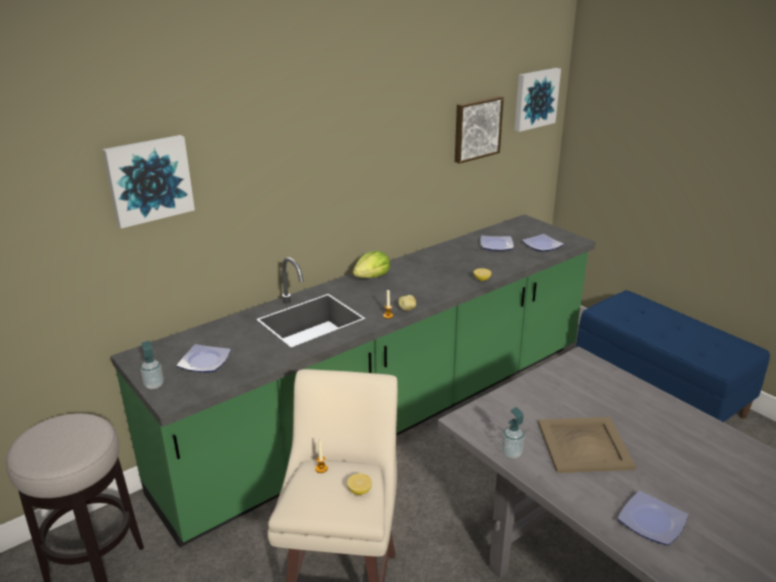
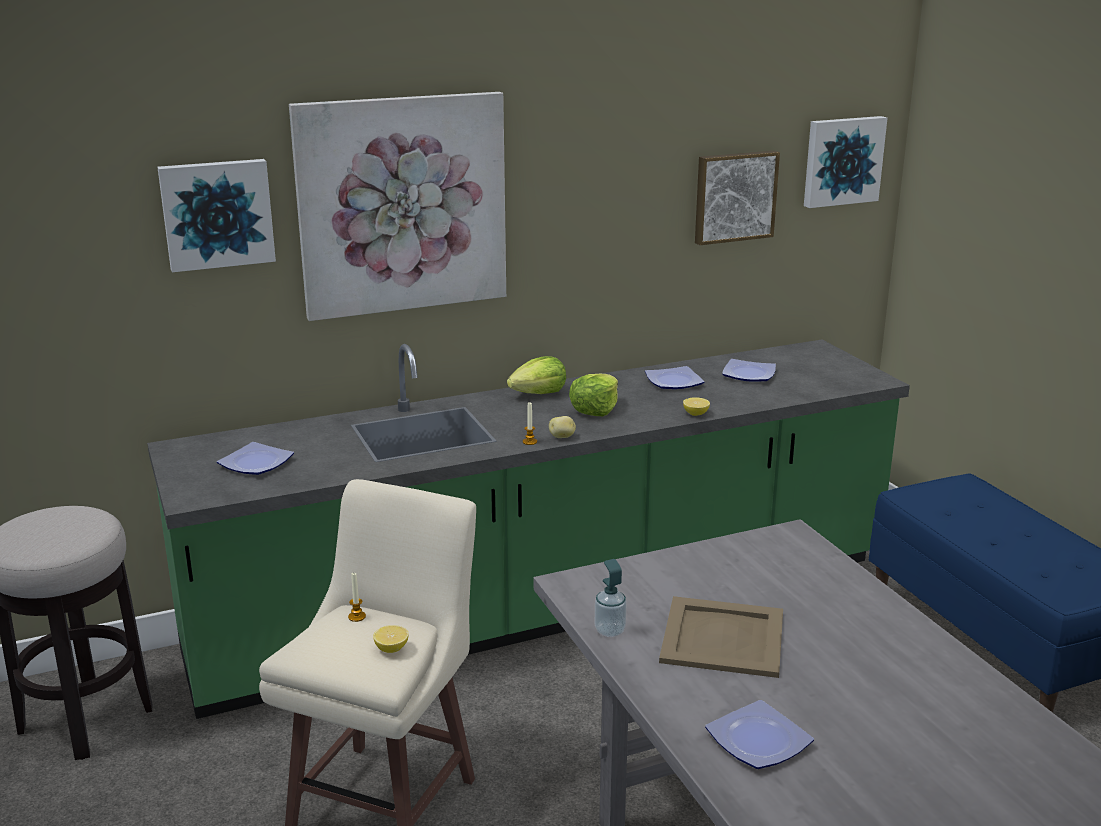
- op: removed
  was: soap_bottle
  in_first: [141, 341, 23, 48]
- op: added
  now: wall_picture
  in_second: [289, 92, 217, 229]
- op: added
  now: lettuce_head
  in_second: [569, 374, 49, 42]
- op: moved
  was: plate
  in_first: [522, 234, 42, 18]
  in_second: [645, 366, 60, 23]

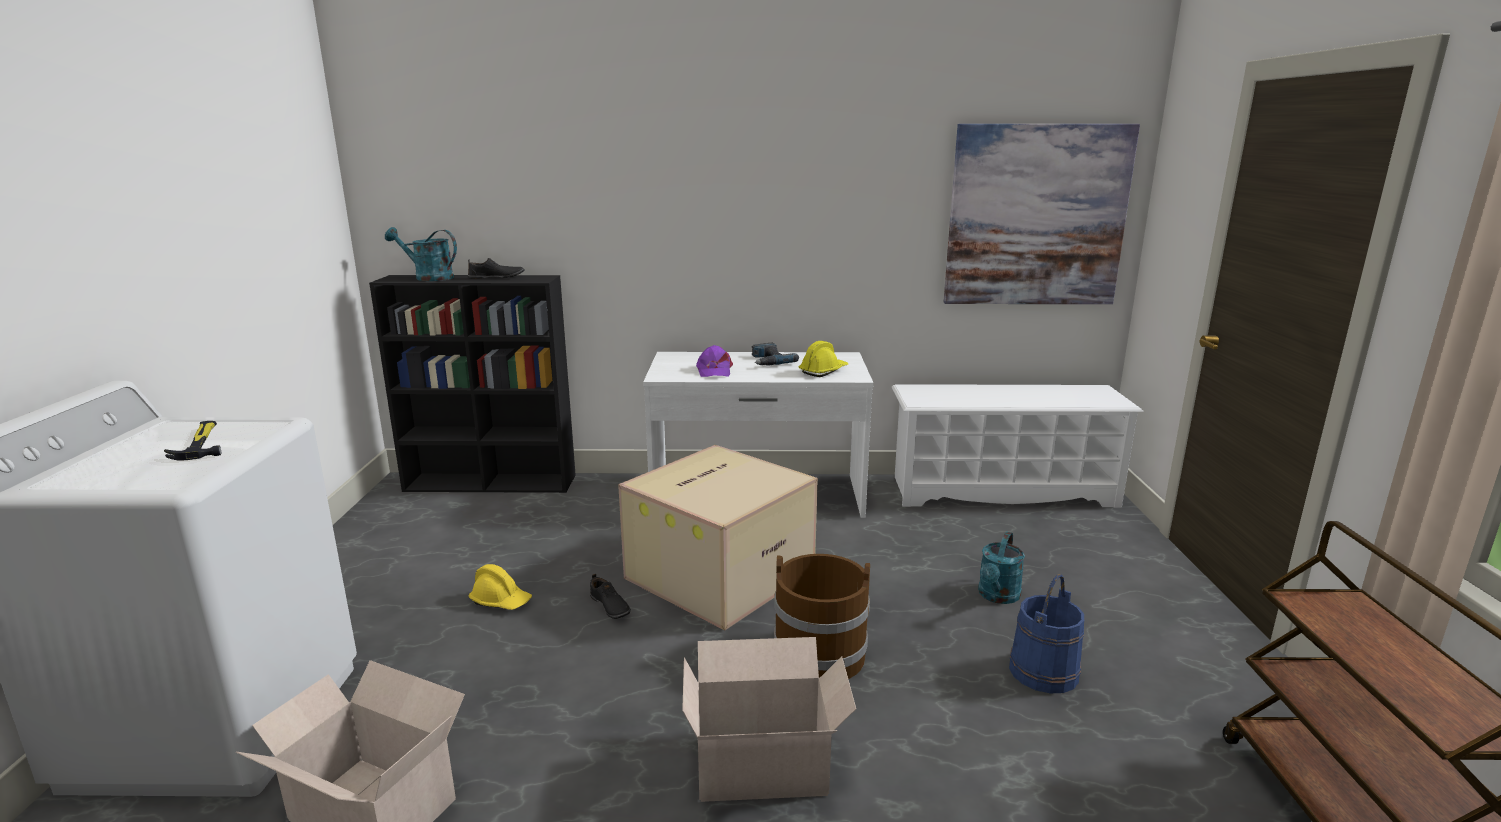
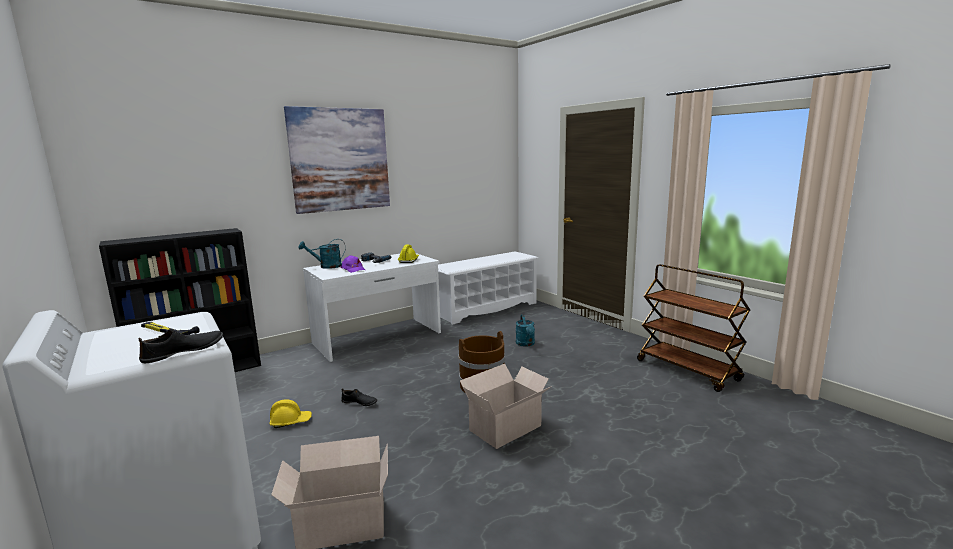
- op: removed
  was: carton
  in_first: [618, 445, 200, 185]
- op: removed
  was: bluish_bucket
  in_first: [1009, 574, 75, 119]
- op: moved
  was: blue-green_watering_pot
  in_first: [385, 227, 72, 54]
  in_second: [298, 239, 48, 30]
- op: moved
  was: black-coloured_item_of_footwear
  in_first: [468, 258, 56, 21]
  in_second: [139, 329, 84, 34]
- op: moved
  was: wall_picture
  in_first: [943, 124, 197, 180]
  in_second: [284, 106, 106, 108]

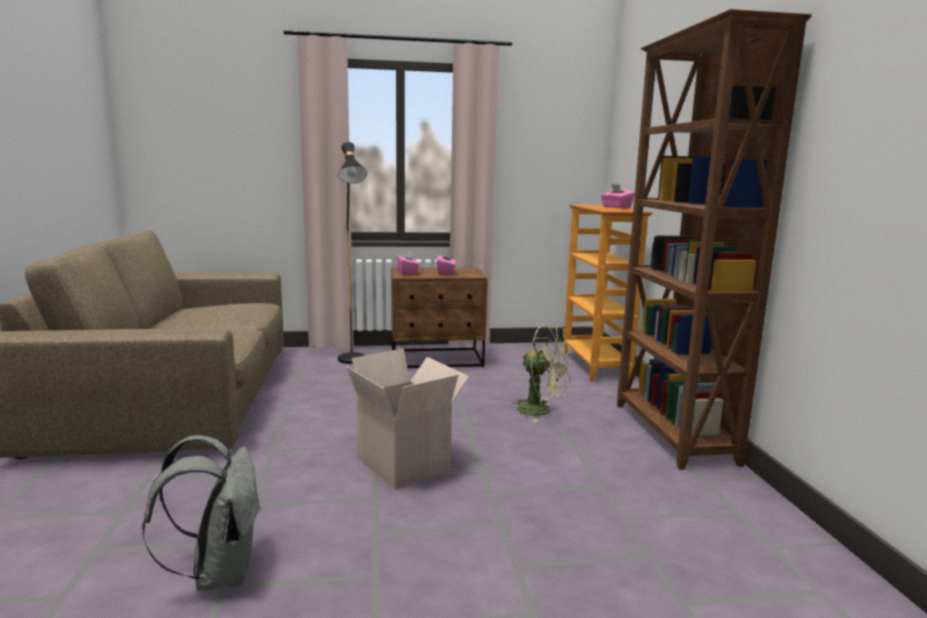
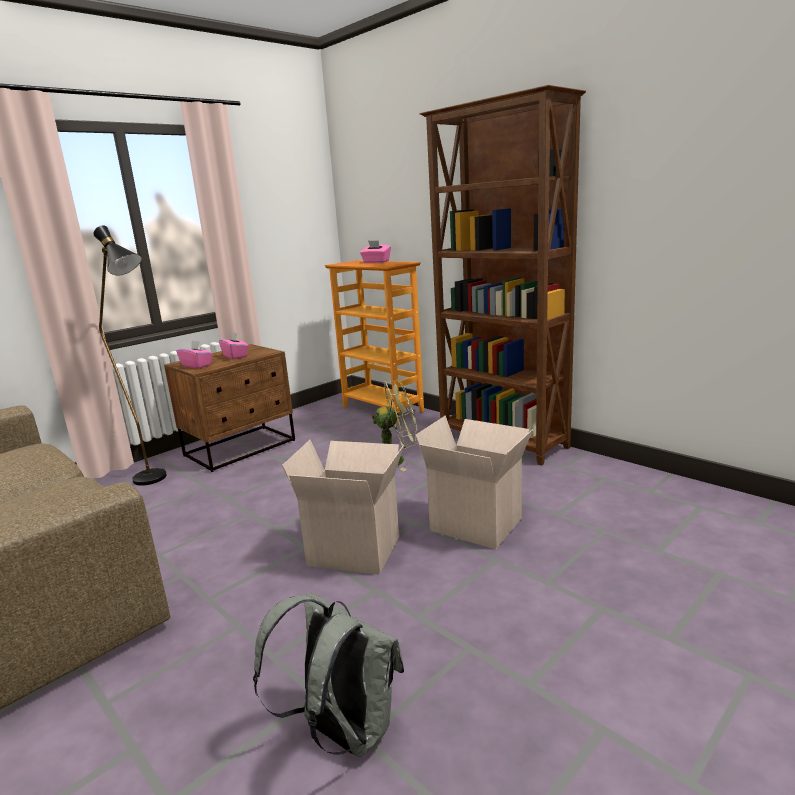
- op: added
  now: carton
  in_second: [415, 415, 118, 134]

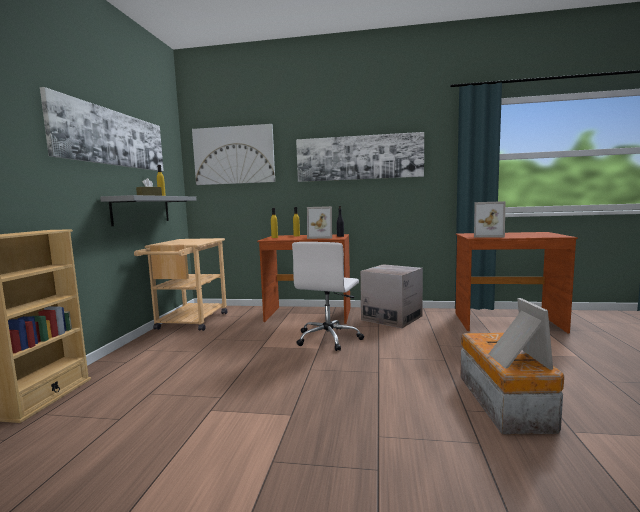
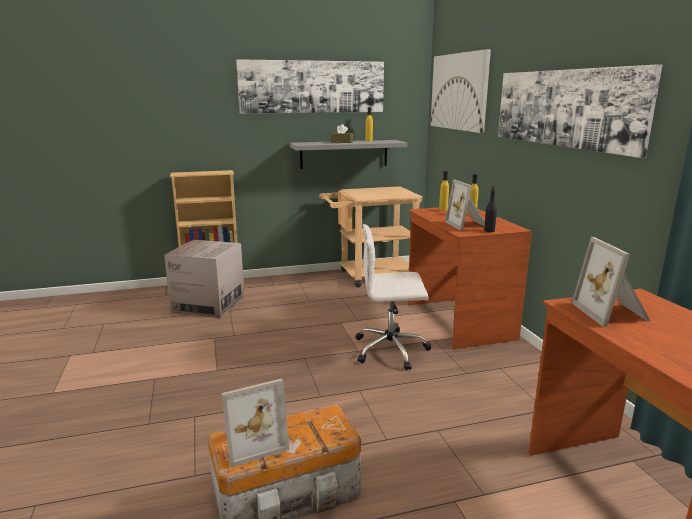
- op: moved
  was: carton
  in_first: [360, 264, 63, 64]
  in_second: [164, 240, 81, 78]

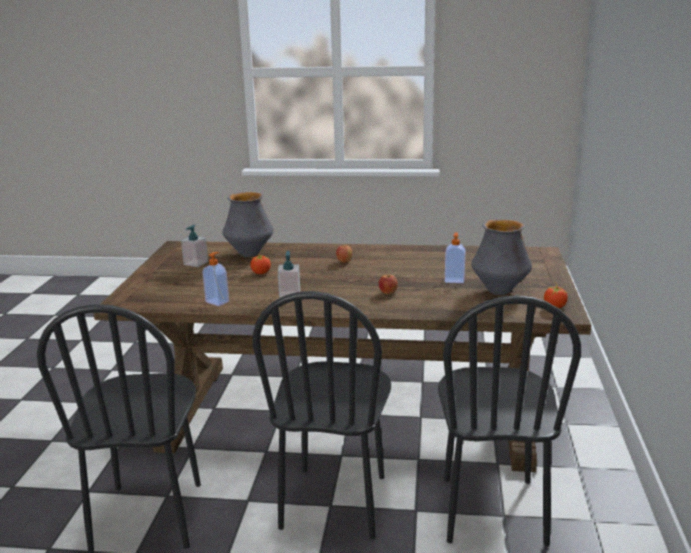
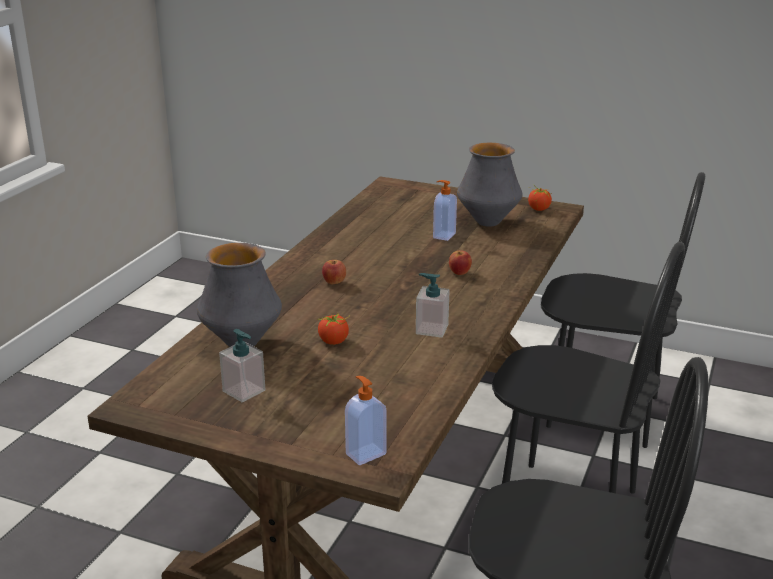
- op: moved
  was: soap_bottle
  in_first: [203, 252, 26, 54]
  in_second: [345, 376, 41, 89]

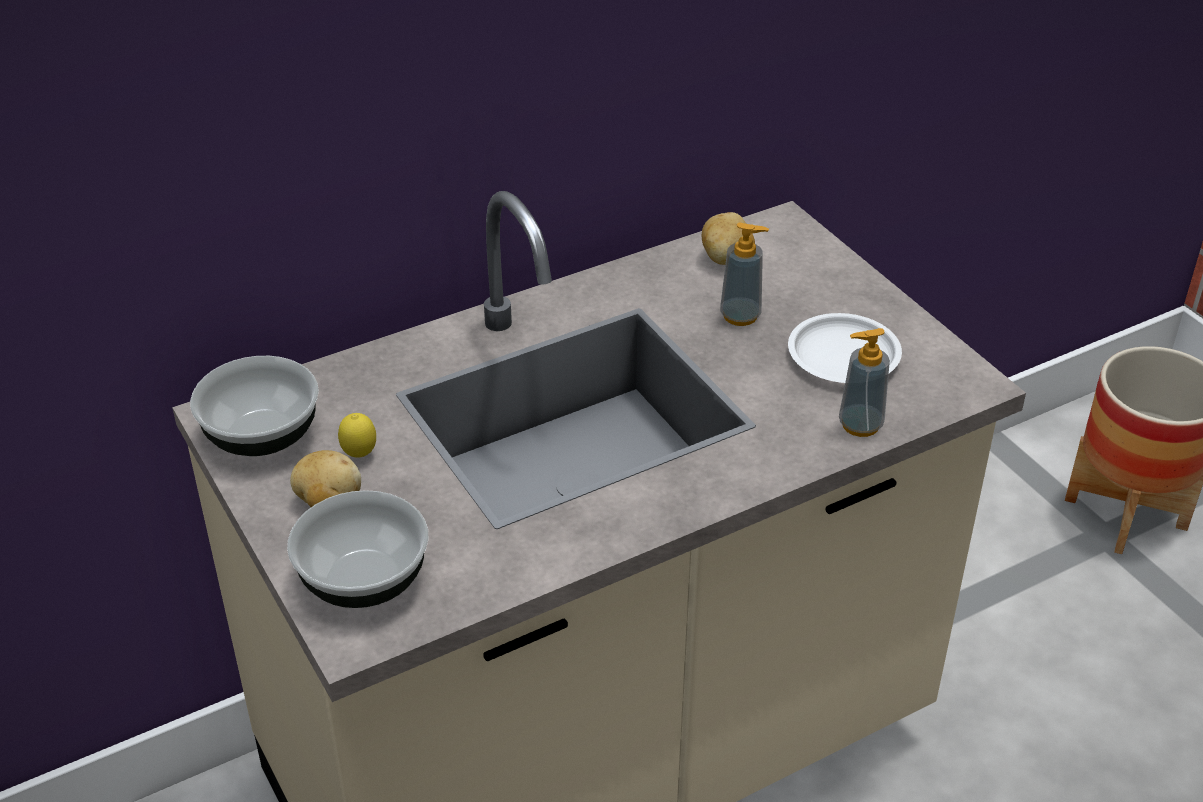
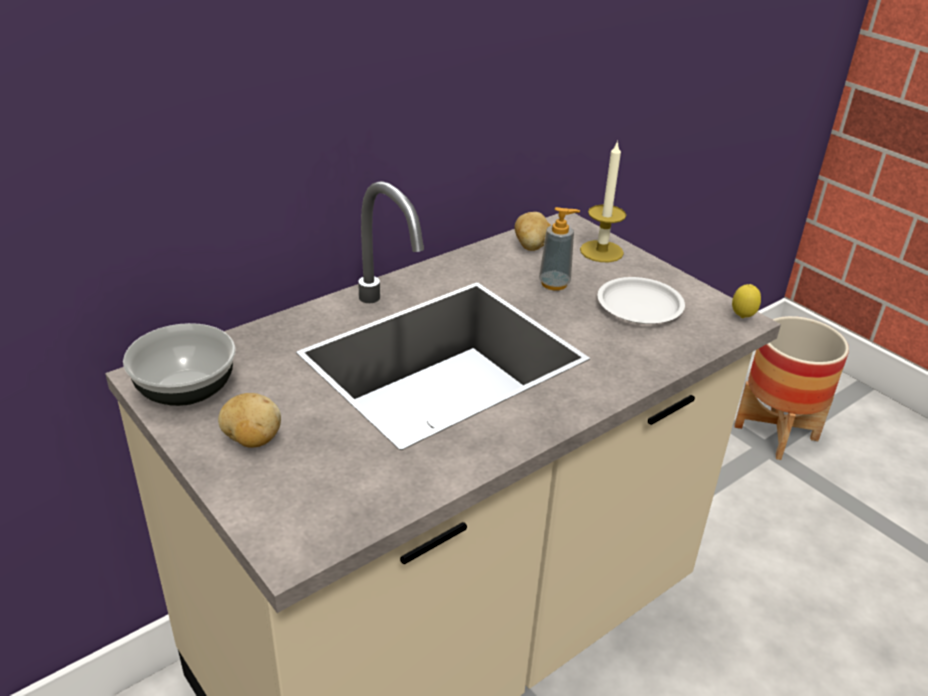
- op: removed
  was: serving_bowl
  in_first: [287, 490, 141, 118]
- op: removed
  was: soap_bottle
  in_first: [839, 328, 51, 109]
- op: added
  now: wax_candle
  in_second: [580, 140, 46, 122]
- op: moved
  was: citrus_fruit
  in_first: [338, 413, 38, 45]
  in_second: [732, 284, 29, 34]

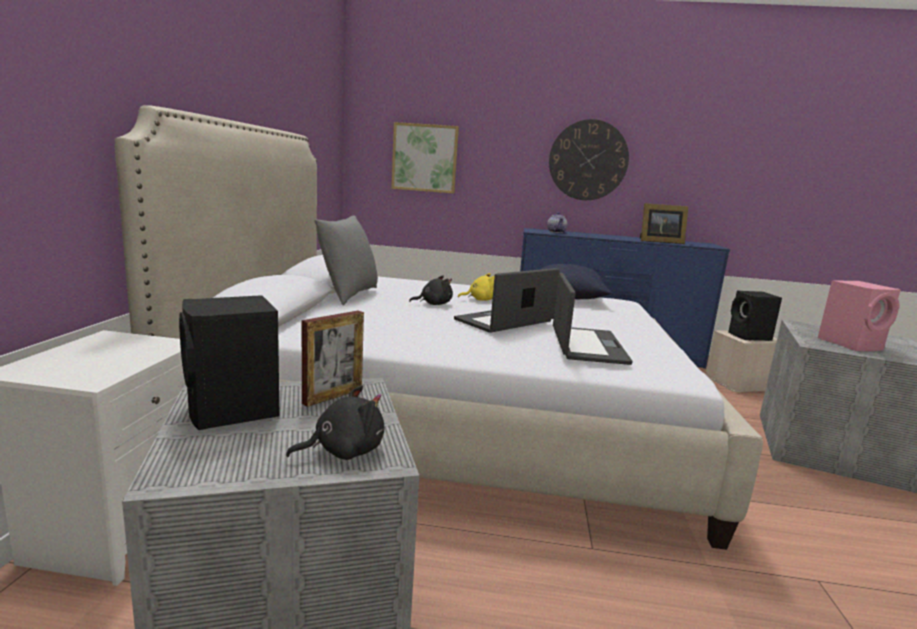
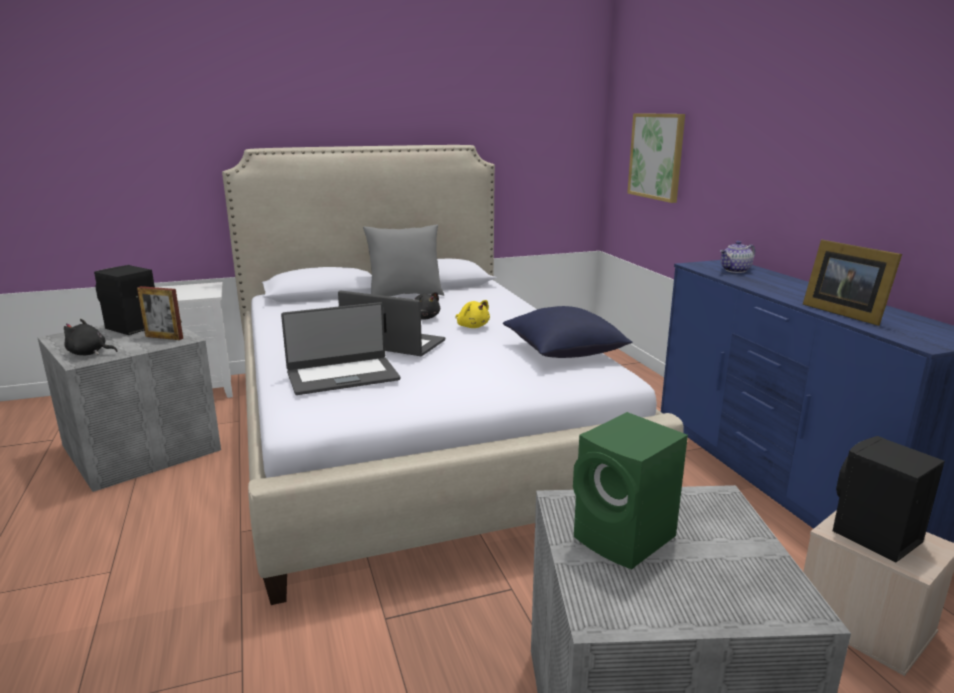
- op: removed
  was: wall_clock
  in_first: [549, 119, 80, 81]
- op: recoloured
  was: pinkish_audio_speaker
  now: green-coloured_audio_speaker
  in_first: [818, 280, 83, 71]
  in_second: [573, 412, 115, 157]
- op: turned
  was: black-coloured_cuddly_toy
  in_first: [286, 385, 98, 75]
  in_second: [64, 319, 54, 36]
  clockwise: 150

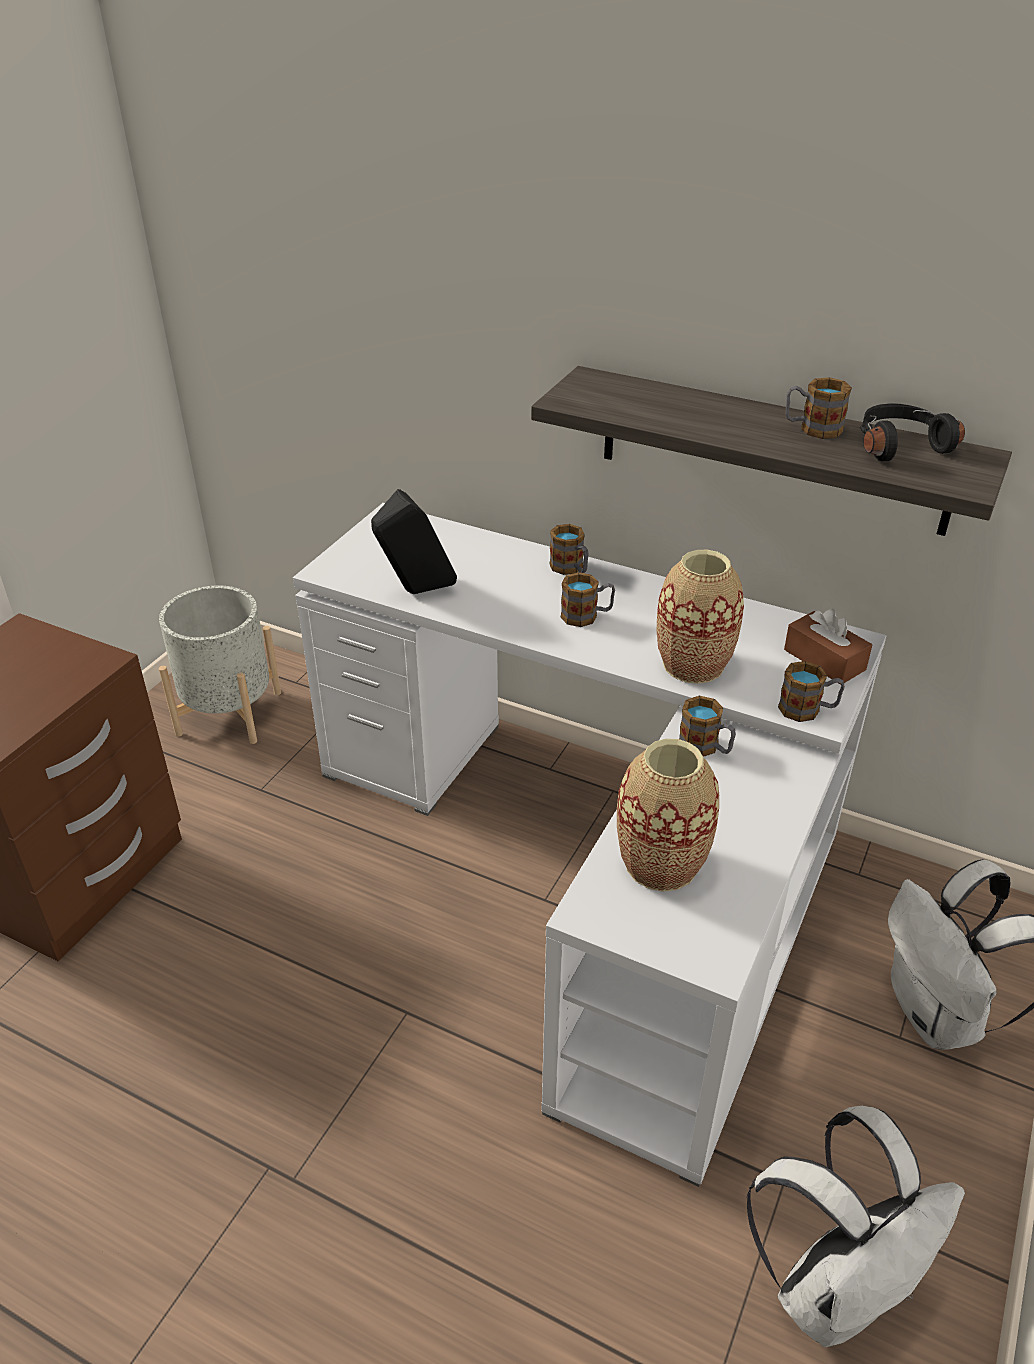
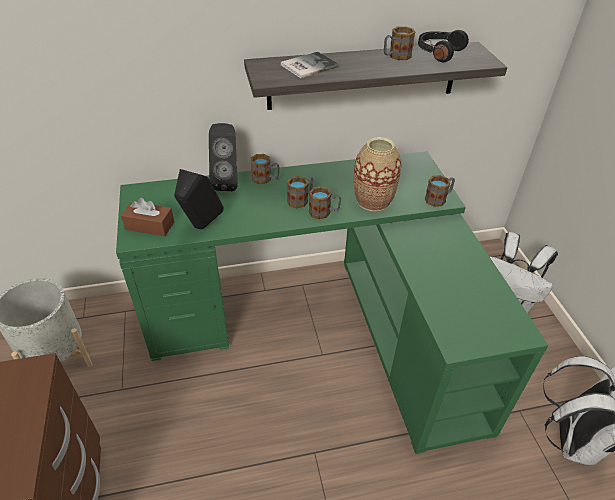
- op: removed
  was: vase
  in_first: [617, 739, 102, 153]
- op: added
  now: black-coloured_audio_speaker
  in_second: [209, 123, 29, 68]
- op: added
  now: book
  in_second: [281, 52, 58, 26]
- op: moved
  was: coffee_mug
  in_first: [679, 696, 57, 61]
  in_second: [309, 186, 32, 33]
- op: moved
  was: brownish_tissue_box
  in_first: [784, 608, 88, 77]
  in_second: [121, 198, 53, 38]
- op: recoloured
  was: white_desk_unit
  now: green-coloured_desk_unit
  in_first: [293, 503, 593, 684]
  in_second: [116, 151, 433, 303]

